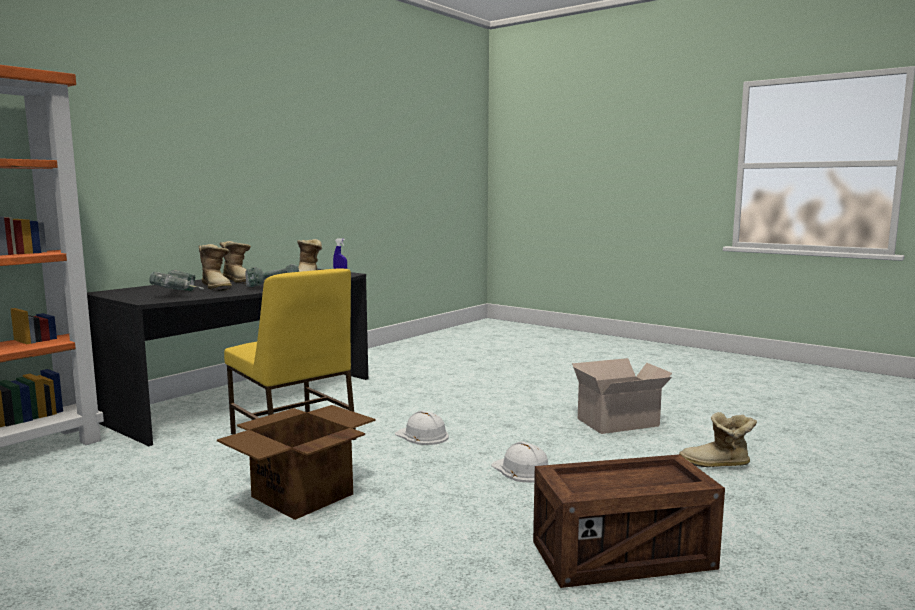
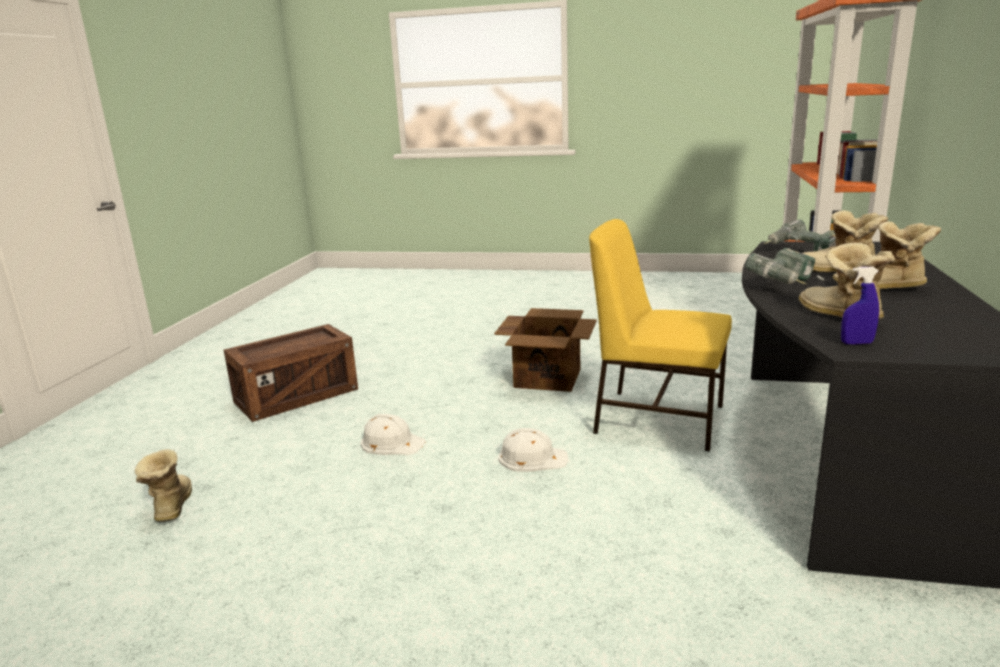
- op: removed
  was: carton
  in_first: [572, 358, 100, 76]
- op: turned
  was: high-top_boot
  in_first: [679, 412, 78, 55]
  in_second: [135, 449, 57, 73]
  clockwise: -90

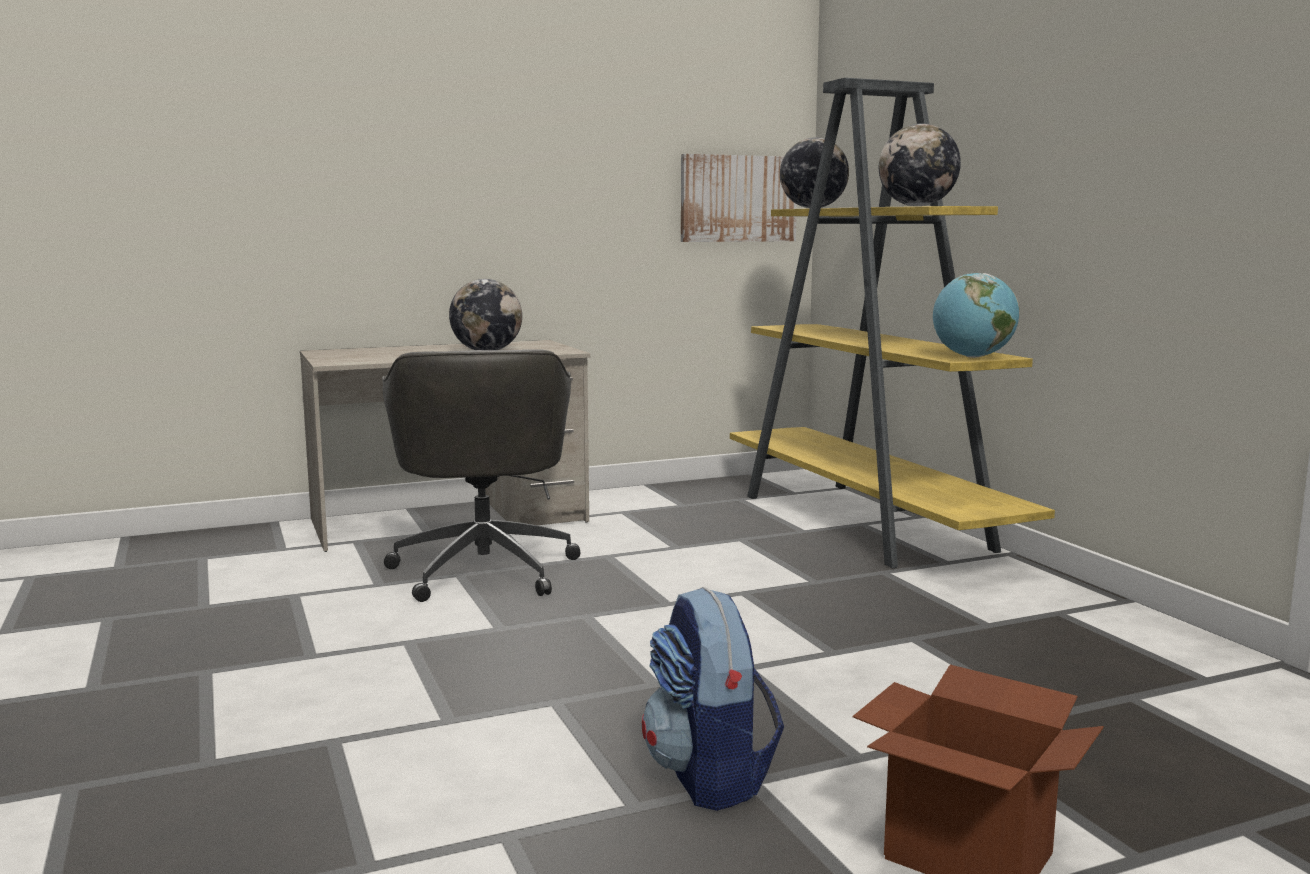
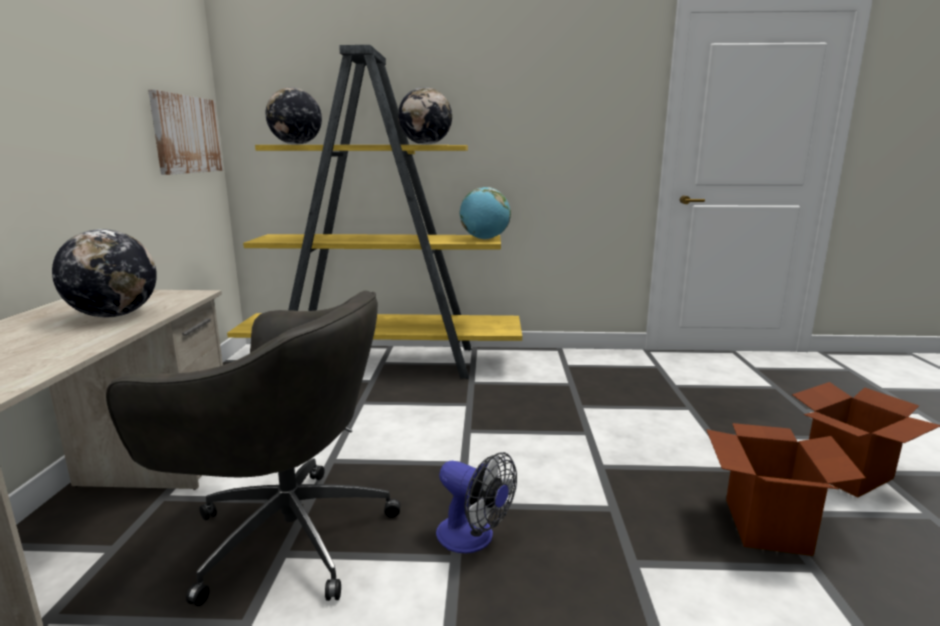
- op: added
  now: fan
  in_second: [436, 452, 81, 101]
- op: replaced
  was: backpack
  now: carton
  in_first: [642, 587, 142, 224]
  in_second: [706, 423, 160, 133]

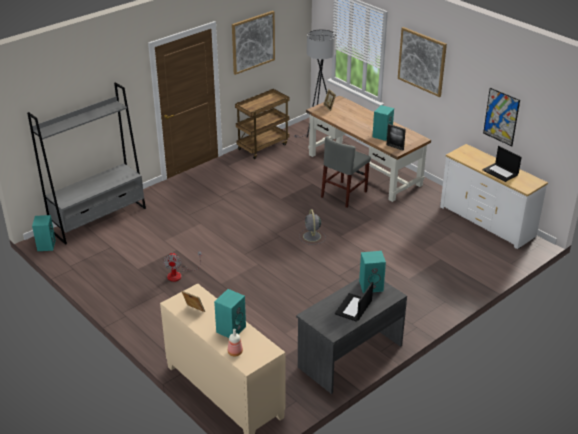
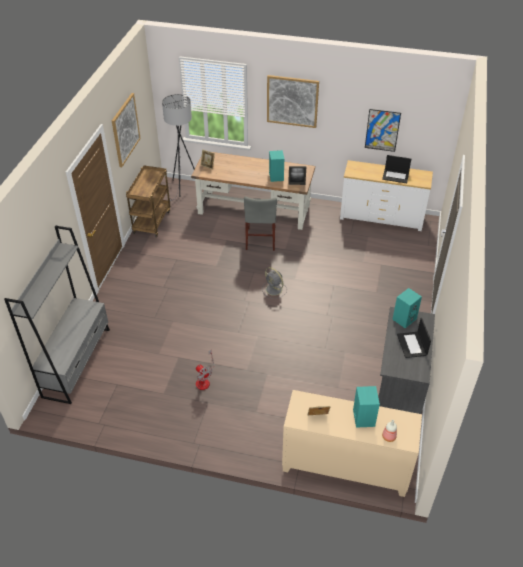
- op: removed
  was: blue-green_audio_speaker
  in_first: [32, 215, 24, 36]

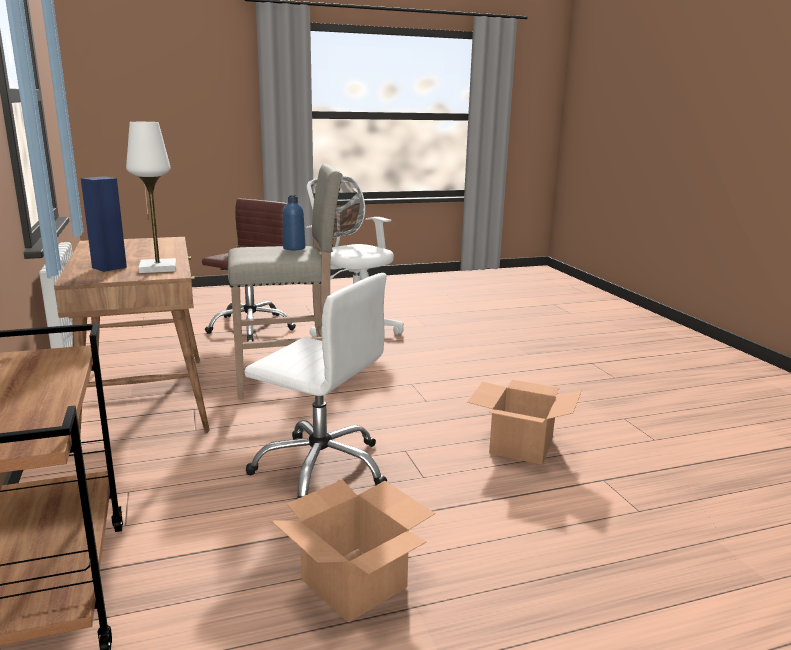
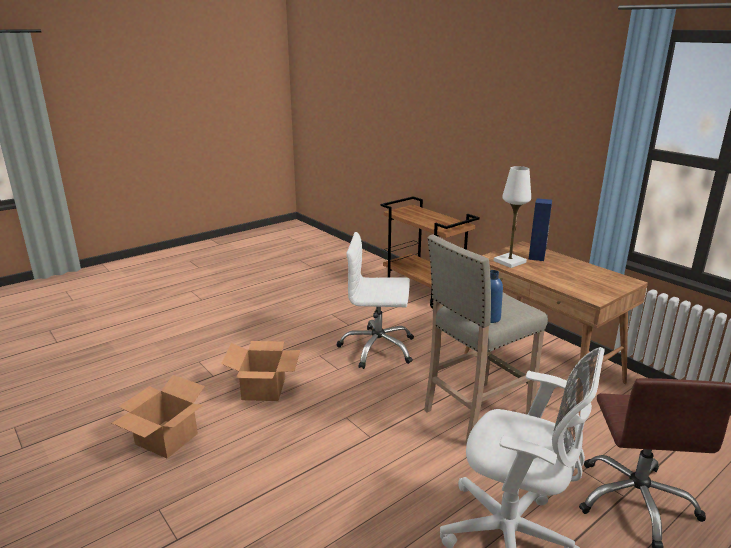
- op: moved
  was: carton
  in_first: [270, 480, 166, 143]
  in_second: [112, 375, 93, 84]

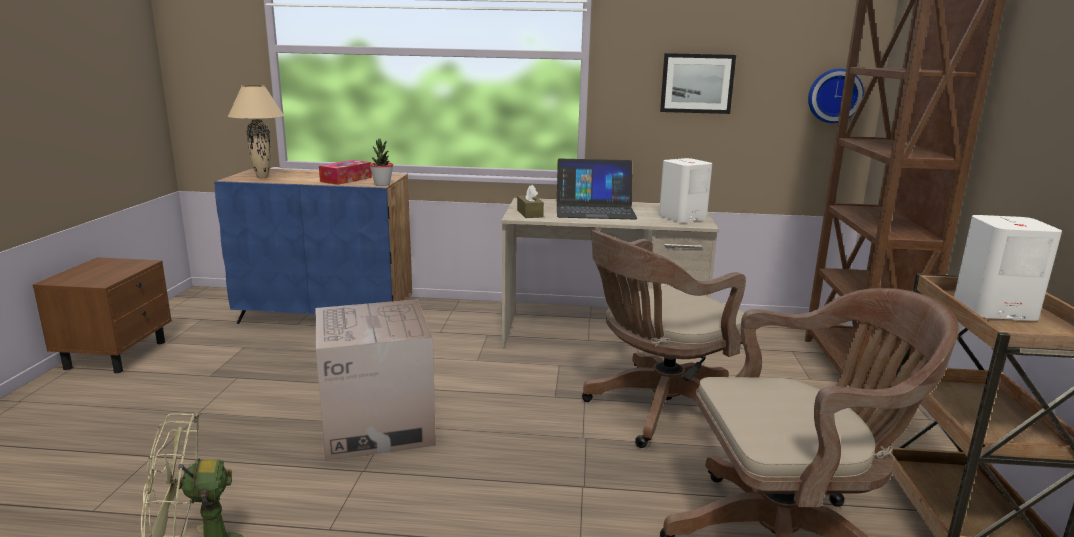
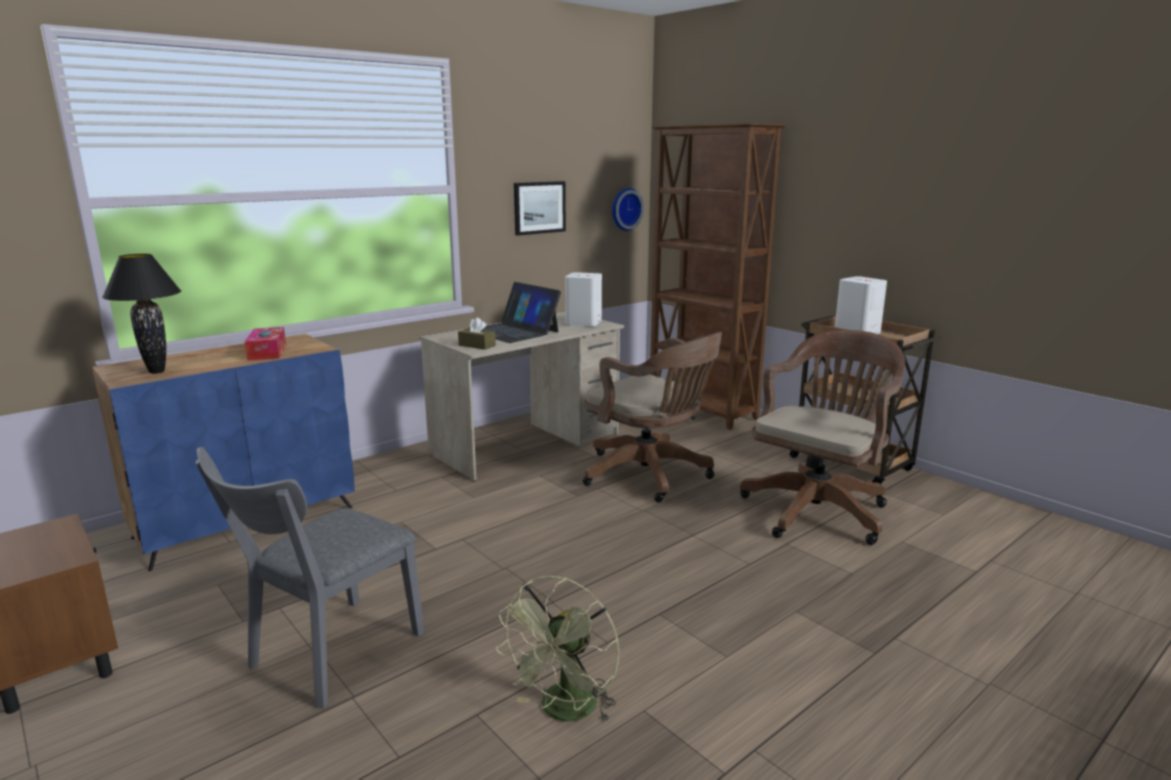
- op: removed
  was: carton
  in_first: [316, 299, 120, 163]
- op: removed
  was: potted_plant
  in_first: [369, 139, 24, 47]
- op: added
  now: gray_chair
  in_second: [195, 447, 229, 262]
- op: recoloured
  was: beige_tabletop_lamp
  now: black-coloured_tabletop_lamp
  in_first: [228, 85, 56, 93]
  in_second: [102, 254, 79, 120]
- op: turned
  was: portable_computer
  in_first: [557, 159, 81, 60]
  in_second: [482, 282, 79, 61]
  clockwise: 90
- op: turned
  was: brownish_office_chair
  in_first: [582, 230, 164, 218]
  in_second: [583, 332, 139, 171]
  clockwise: -60

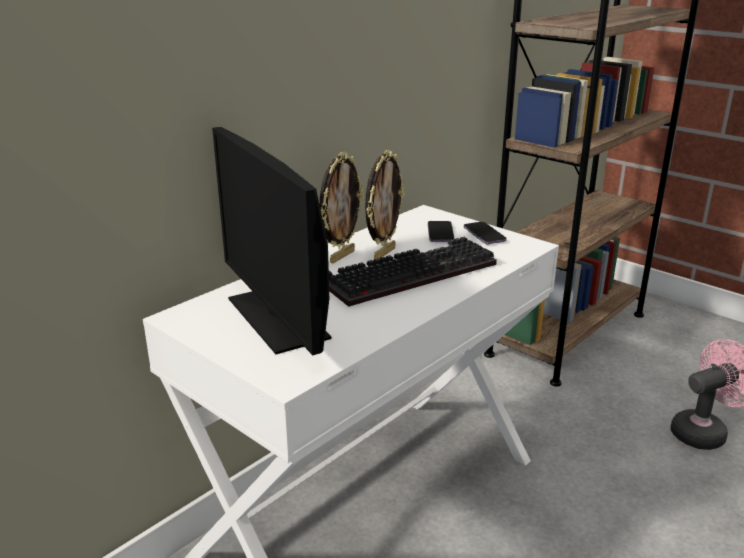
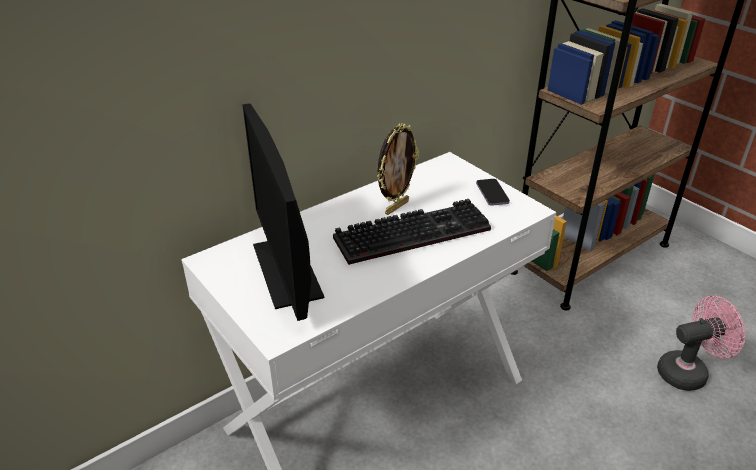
- op: removed
  was: picture_frame
  in_first: [320, 152, 44, 111]
- op: removed
  was: phone
  in_first: [428, 221, 27, 21]

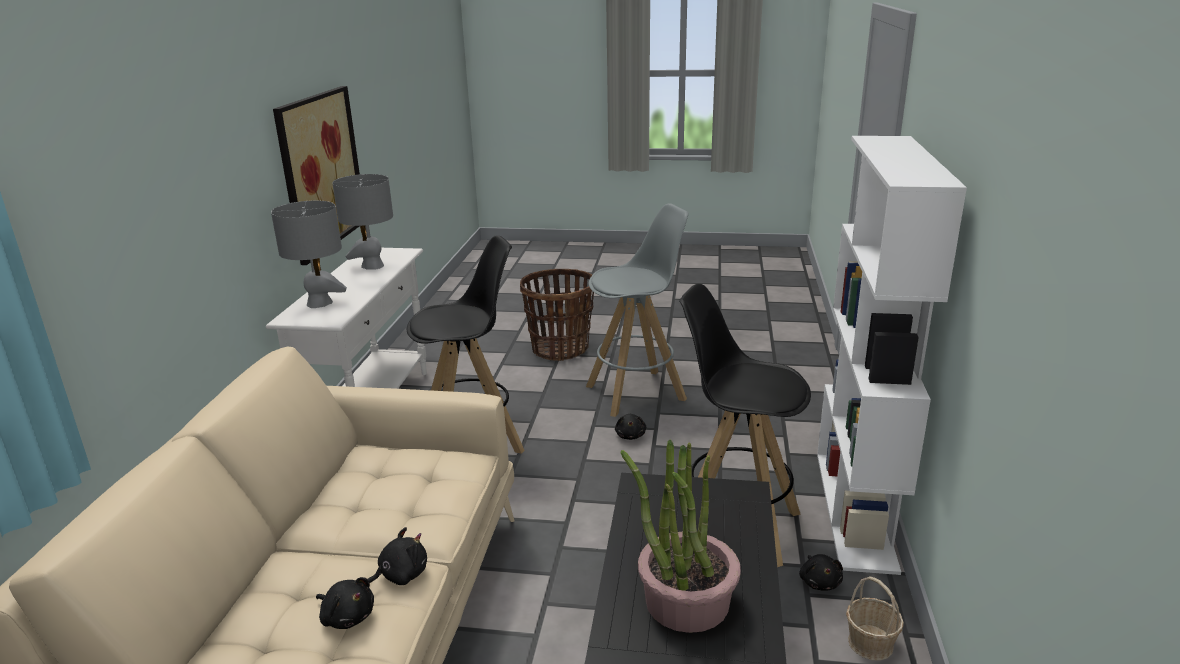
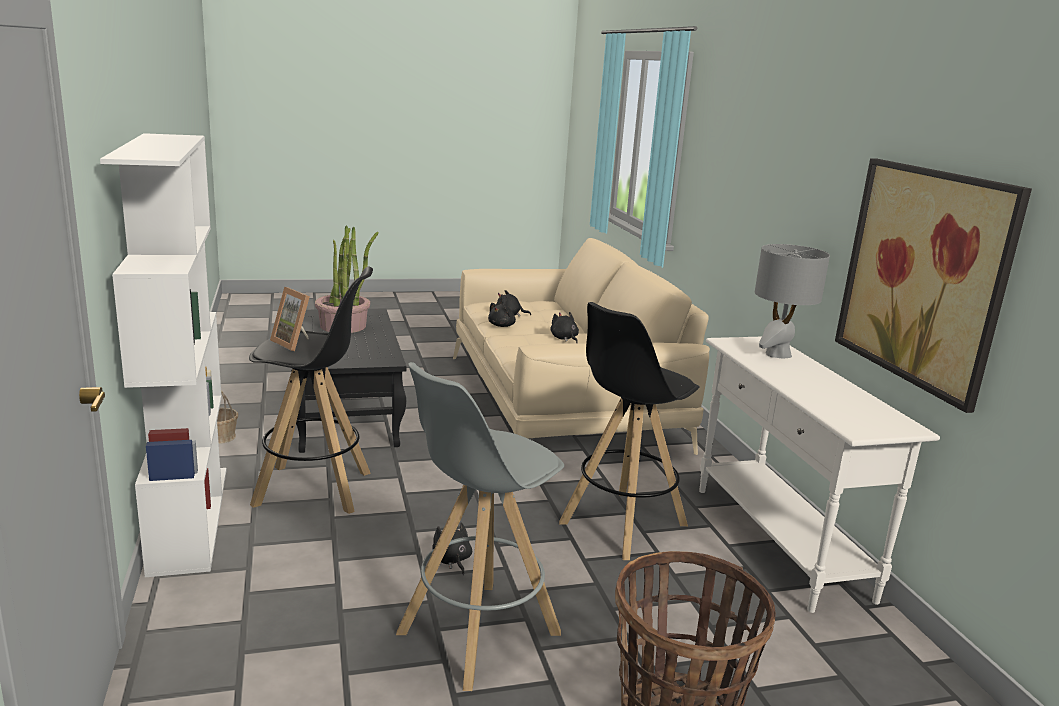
- op: removed
  was: gray_tabletop_lamp
  in_first: [332, 174, 61, 96]
- op: added
  now: picture_frame
  in_second: [270, 287, 40, 64]
- op: moved
  was: black-coloured_cuddly_toy
  in_first: [799, 554, 44, 37]
  in_second: [551, 312, 28, 31]

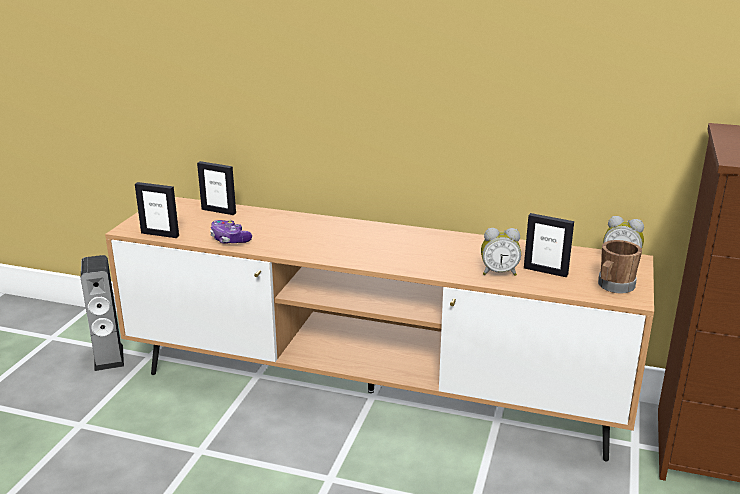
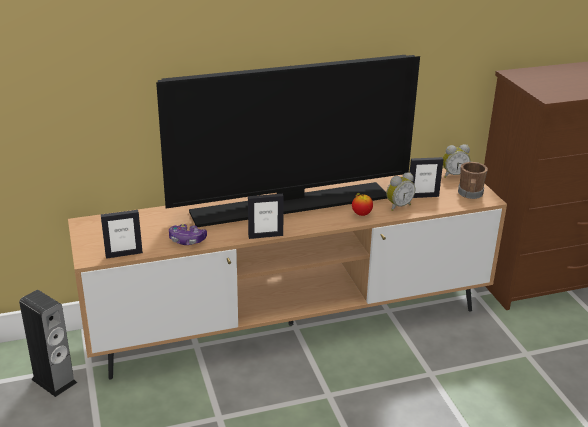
- op: added
  now: TV
  in_second: [156, 55, 264, 172]
- op: added
  now: apple
  in_second: [352, 193, 21, 23]
- op: moved
  was: picture_frame
  in_first: [197, 161, 39, 54]
  in_second: [248, 194, 36, 45]

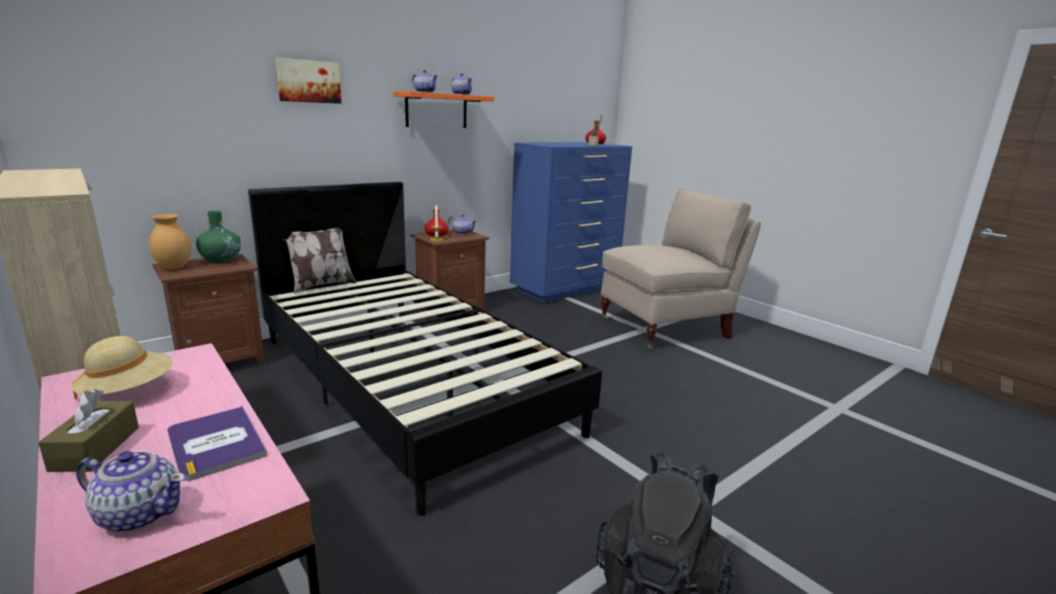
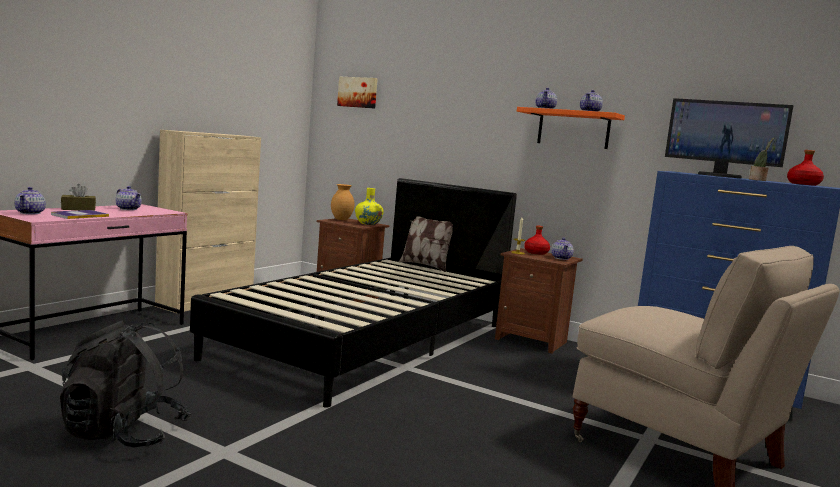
- op: added
  now: computer_screen
  in_second: [665, 98, 129, 80]
- op: moved
  was: wall_picture
  in_first: [276, 58, 65, 46]
  in_second: [337, 77, 41, 32]
- op: replaced
  was: beige_wearable_hat
  now: tea_pot
  in_first: [72, 336, 101, 64]
  in_second: [116, 186, 26, 24]
- op: recoloured
  was: green-coloured_vase
  now: yellow_vase
  in_first: [196, 211, 45, 52]
  in_second: [355, 188, 29, 37]

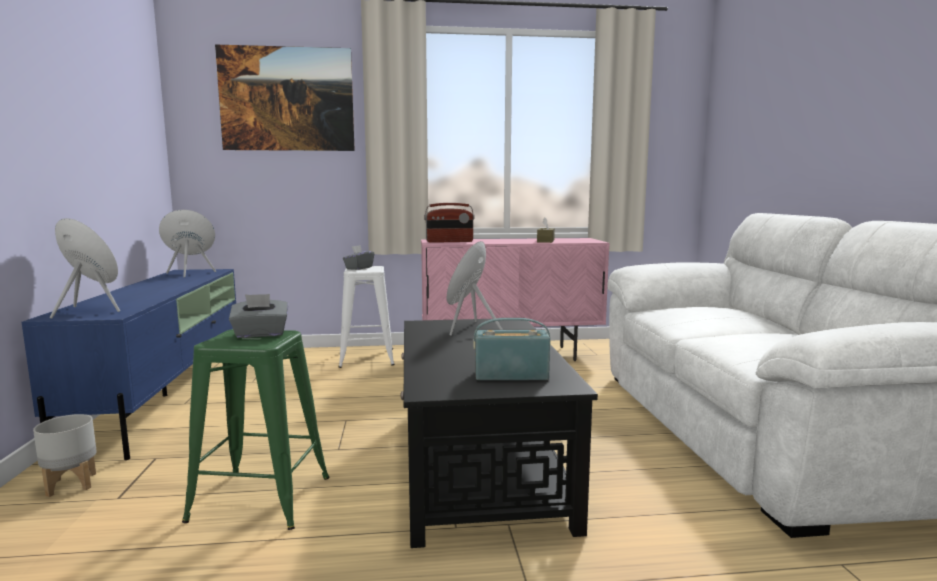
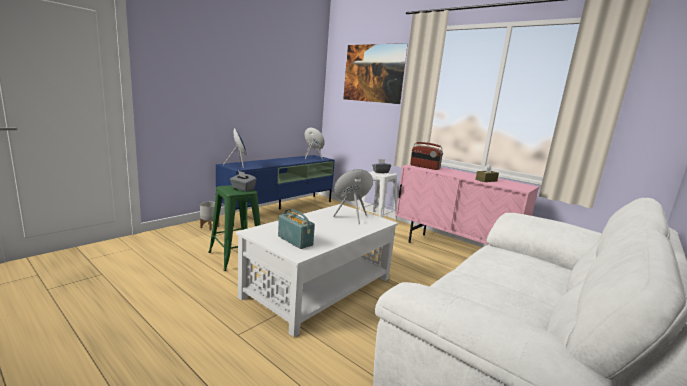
- op: recoloured
  was: black-coloured_low_table
  now: white_low_table
  in_first: [400, 319, 198, 229]
  in_second: [236, 204, 162, 133]

